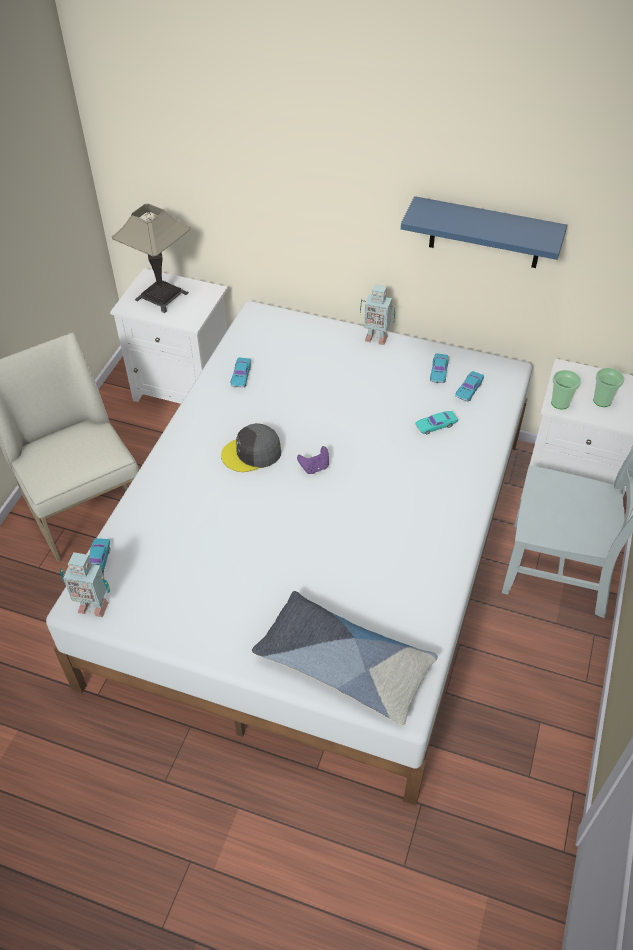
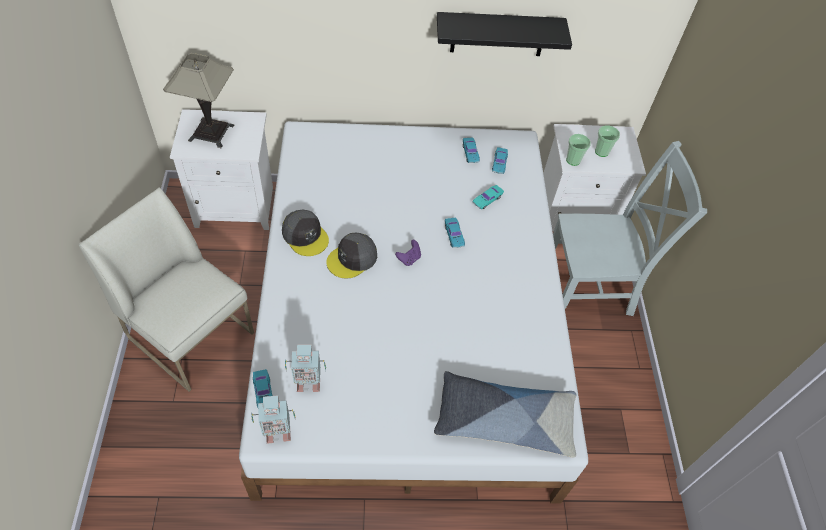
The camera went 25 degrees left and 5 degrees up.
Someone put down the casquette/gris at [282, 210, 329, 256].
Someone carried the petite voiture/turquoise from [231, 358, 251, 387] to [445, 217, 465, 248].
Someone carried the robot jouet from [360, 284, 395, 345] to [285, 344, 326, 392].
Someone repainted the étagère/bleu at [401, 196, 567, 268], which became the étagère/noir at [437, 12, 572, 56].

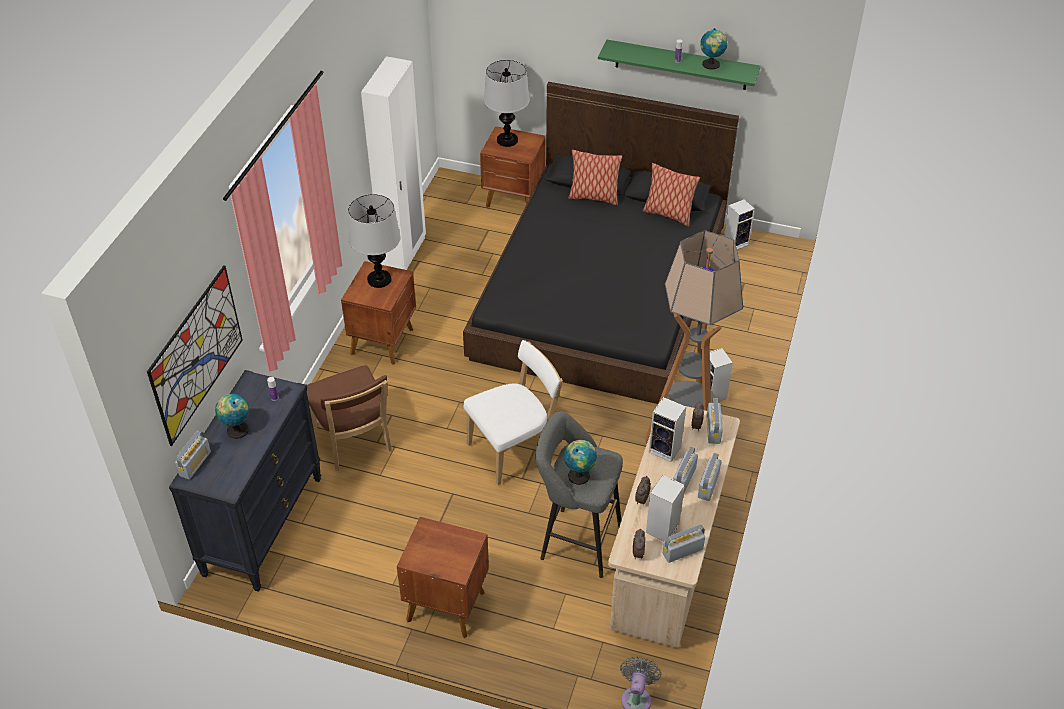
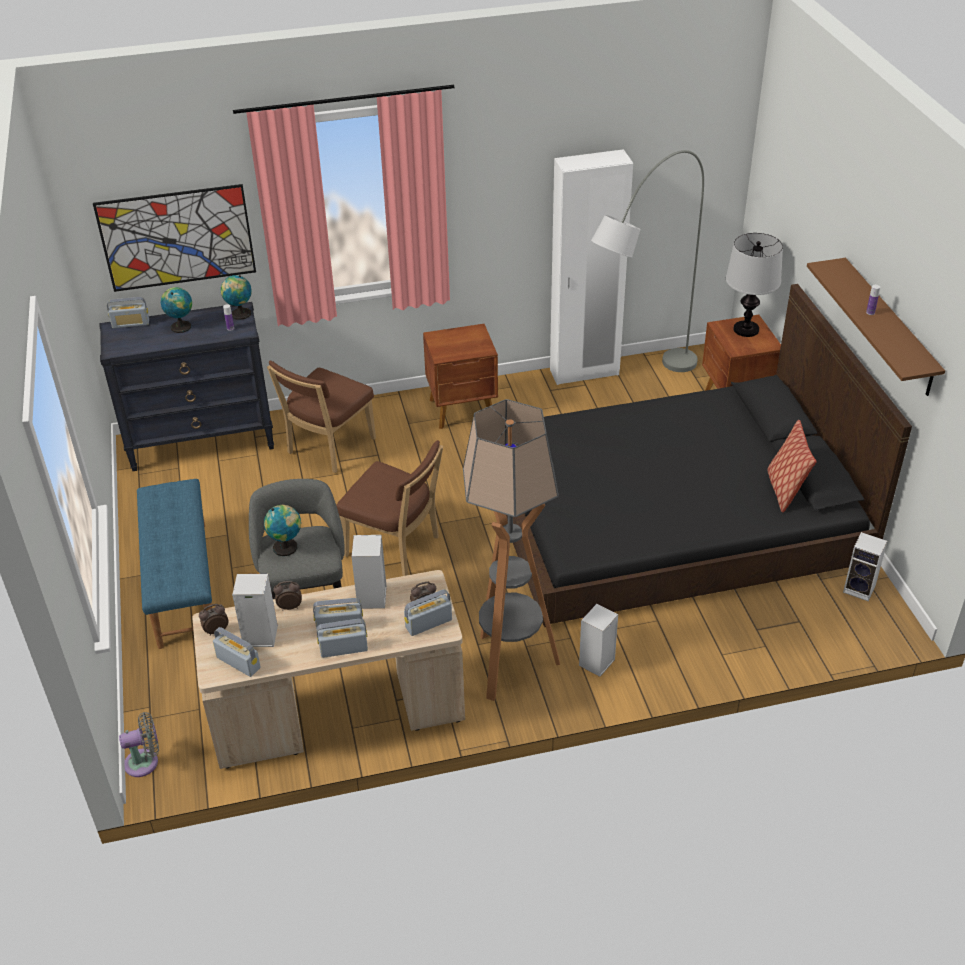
The camera went 60 degrees right and 5 degrees down.
Someone took away the lampe de table at [348, 194, 400, 288].
Someone took away the coussin at [569, 150, 622, 205].
Someone put down the lampadaire/gris at [591, 150, 704, 372].
Someone carried the globe from [700, 28, 727, 70] to [221, 275, 252, 320].
Someone swapped the table de chevet/marron at [397, 517, 489, 638] for the banc/bleu at [137, 479, 212, 649].
Someone repainted the chaise/blanc at [464, 340, 563, 485], which became the chaise/marron at [336, 440, 443, 576].
Someone repainted the étagère/vert at [598, 39, 761, 90], which became the étagère/marron at [807, 258, 945, 396].

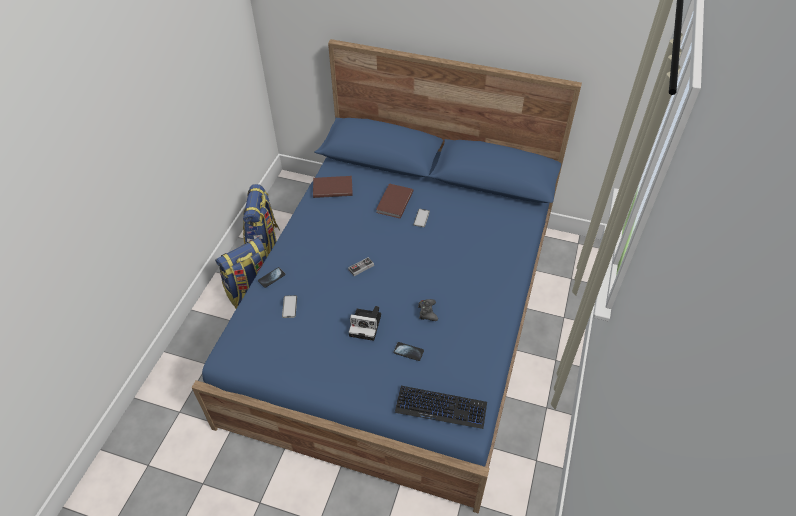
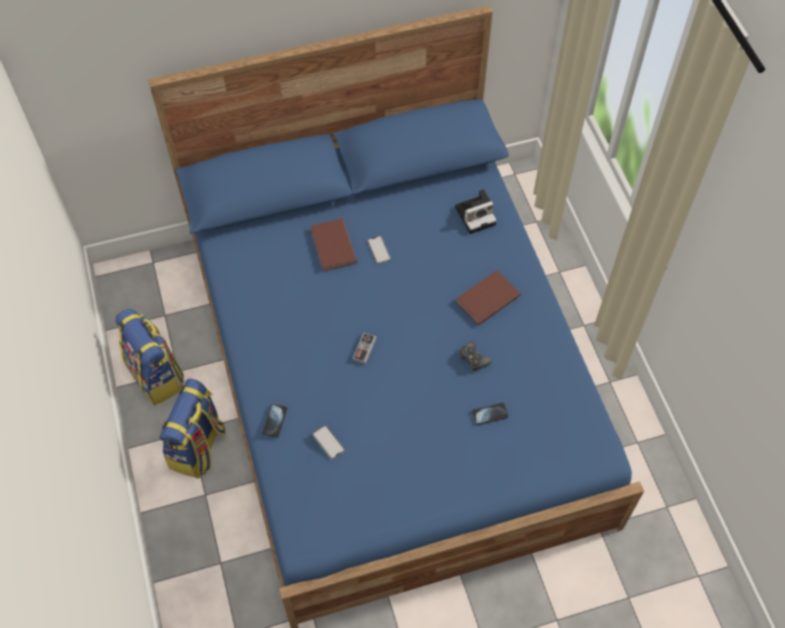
The camera went 35 degrees left and 10 degrees up.
Someone took away the clavier at [395, 386, 487, 429].
Someone carried the livre/marron from [313, 176, 353, 198] to [456, 270, 521, 325].
Someone carried the appareil photo from [348, 306, 381, 341] to [455, 189, 497, 234].

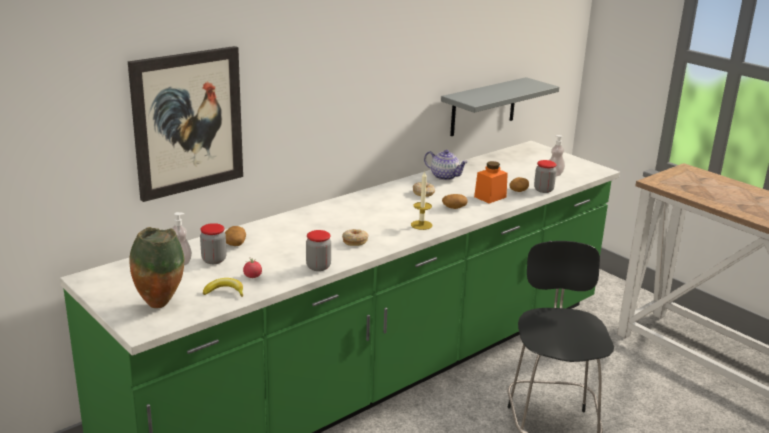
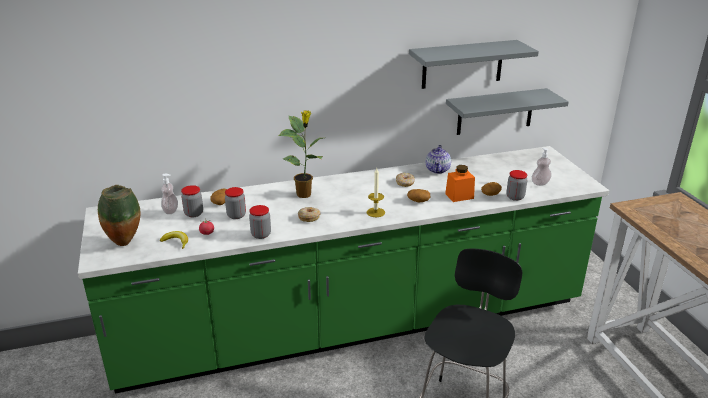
The camera went 25 degrees right and 5 degrees up.
Someone took away the tableau at [128, 46, 243, 202].
Someone put down the bocal at [225, 187, 246, 219].
Someone put down the plante en pot at [278, 110, 323, 198].
Someone put up the étagère/gris at [409, 40, 539, 89].
Someone rotated the théière at [424, 150, 468, 180] by 45 degrees clockwise.

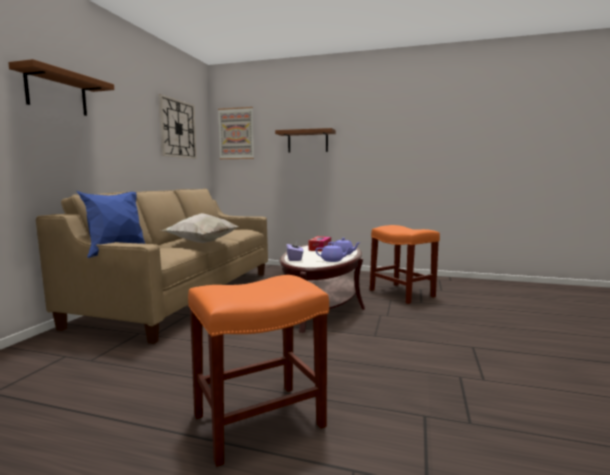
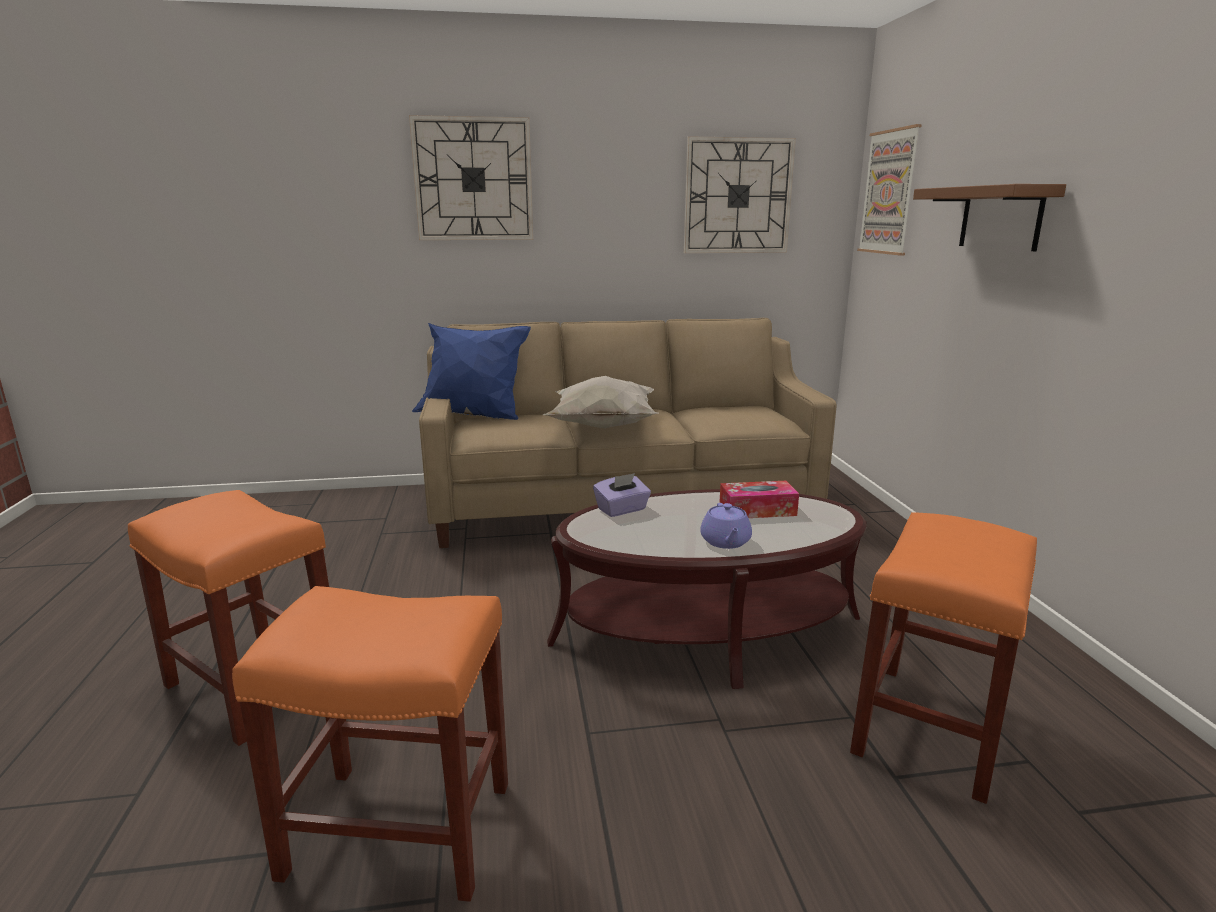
The camera went 65 degrees right and 10 degrees up.
Someone took away the théière/violet at [315, 243, 352, 262].
Someone put down the tabouret/orange at [232, 586, 508, 902].
Someone swapped the étagère/marron at [8, 59, 114, 116] for the horloge murale at [409, 115, 533, 240].

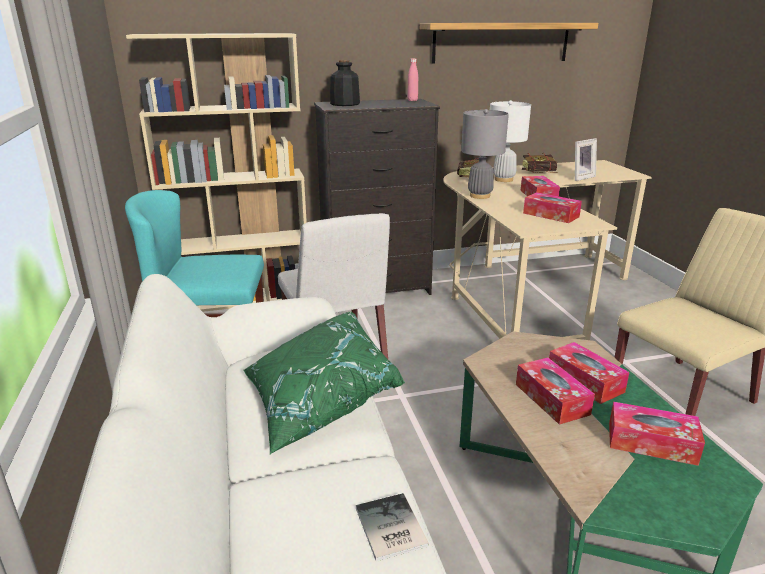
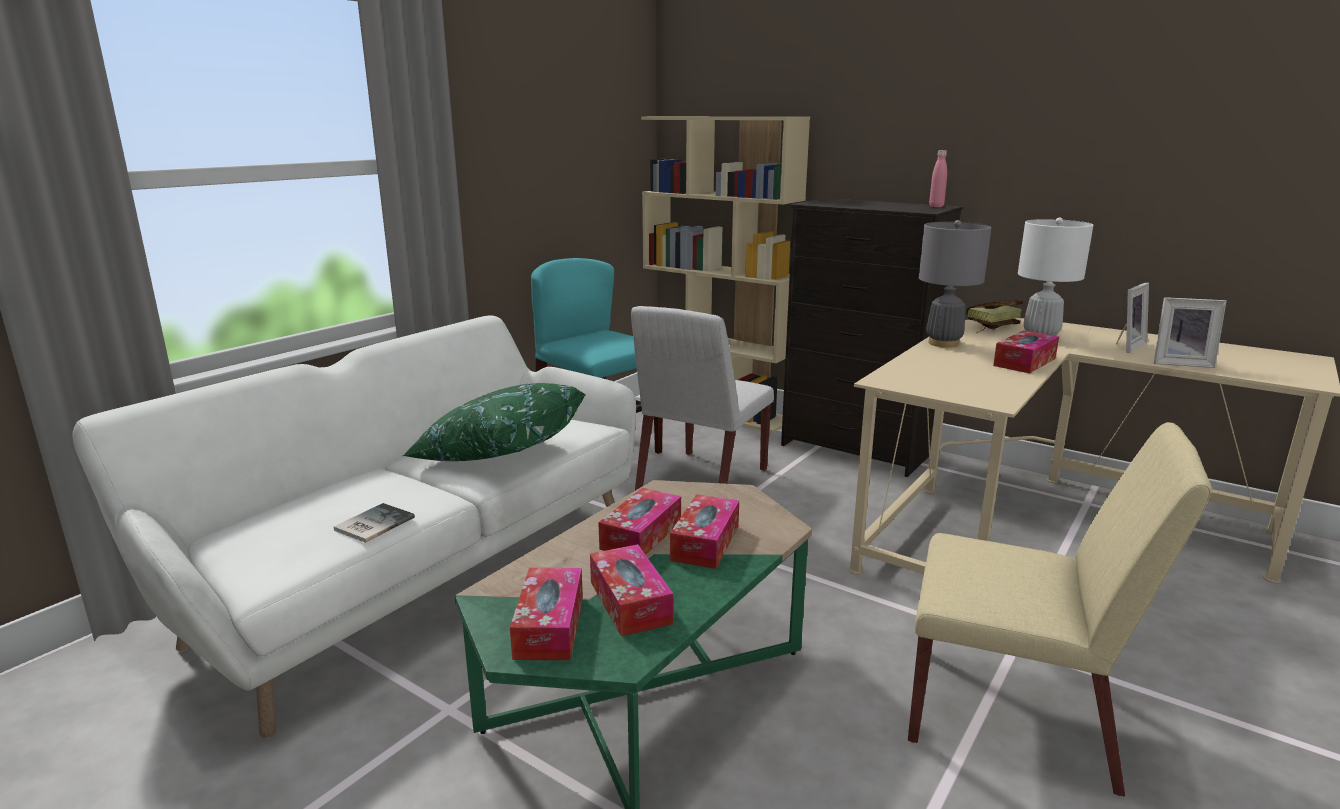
The camera went 50 degrees right and 5 degrees down.
Someone took away the bouteille at [330, 60, 360, 106].
Someone took away the étagère at [420, 23, 598, 63].
Someone carried the boîte à mouchoirs from [523, 192, 582, 223] to [510, 568, 583, 660].
Someone swapped the livre at [522, 153, 558, 173] for the cadre photo at [1116, 283, 1149, 353].

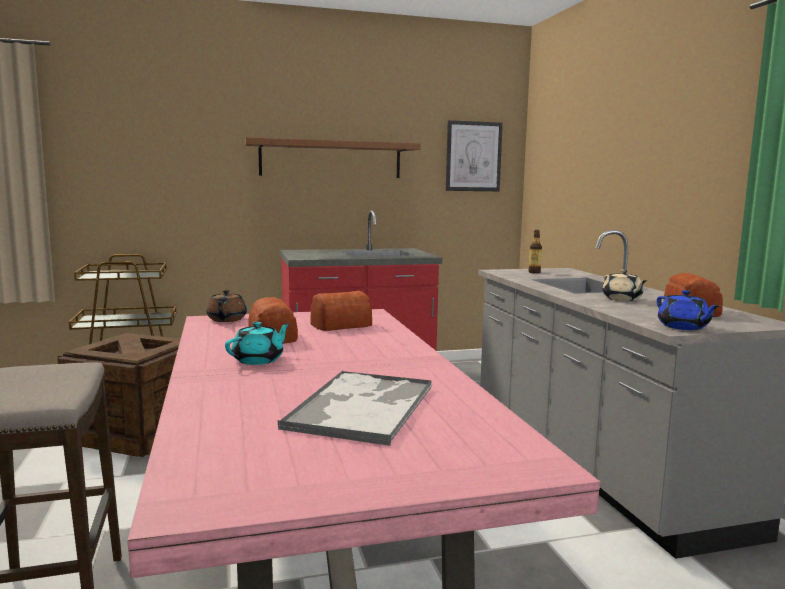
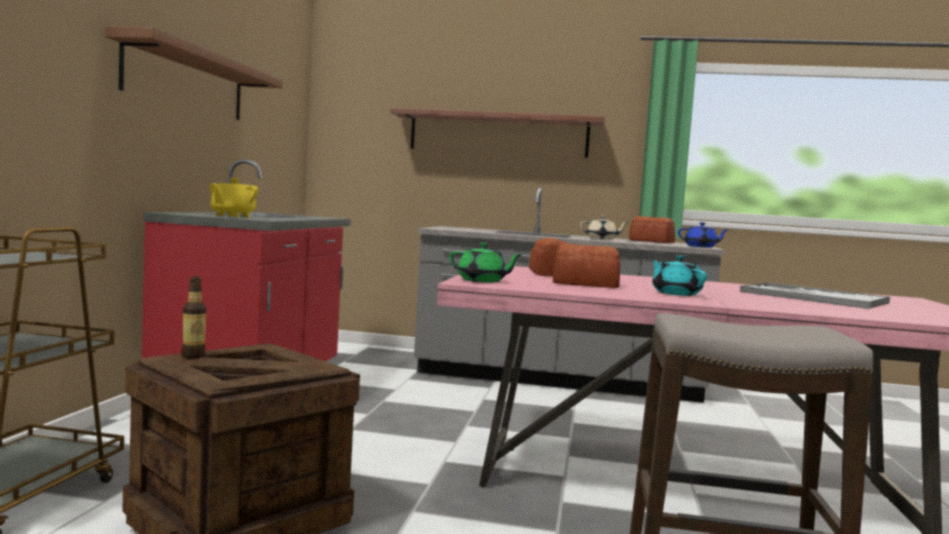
The camera went 65 degrees left and 5 degrees down.
Someone took away the tableau at [446, 120, 503, 191].
Someone put down the théière/jaune at [209, 178, 259, 217].
Someone put up the étagère at [390, 108, 605, 158].
Someone carried the bouteille from [528, 230, 542, 273] to [181, 277, 206, 359].
Someone repainted the théière/marron at [207, 289, 247, 322], which became the théière/vert at [449, 243, 523, 282].

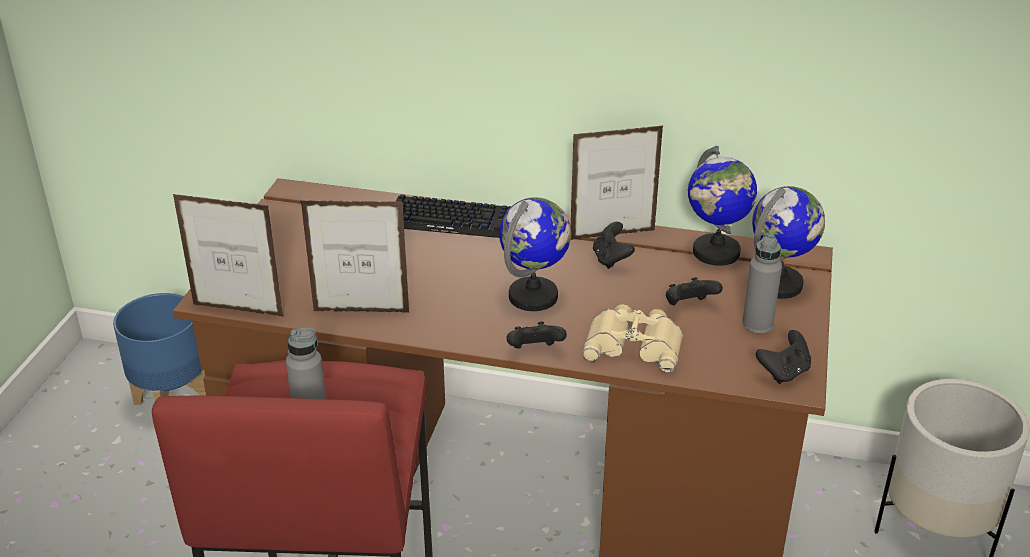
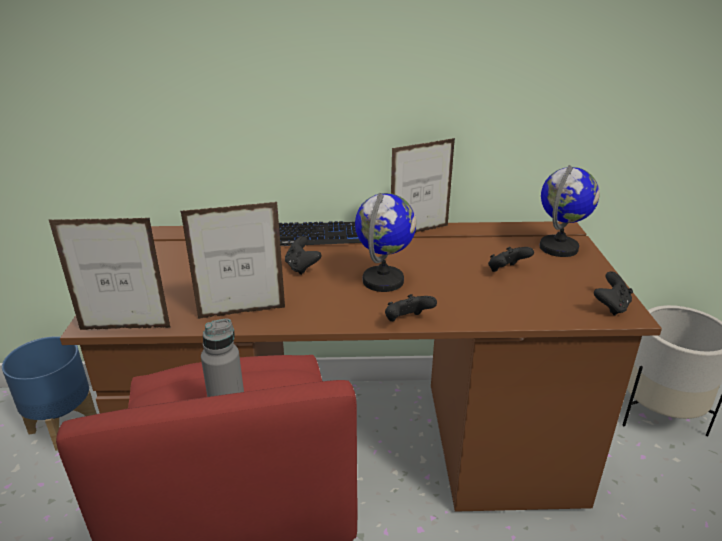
The camera went 15 degrees left and 5 degrees down.
Someone took away the jumelles/beige at [582, 304, 683, 373].
Someone took away the globe at [688, 146, 757, 266].
Someone took away the bouteille/gris at [742, 234, 782, 333].
Someone carried the manette/noir from [593, 222, 635, 269] to [285, 236, 321, 275].

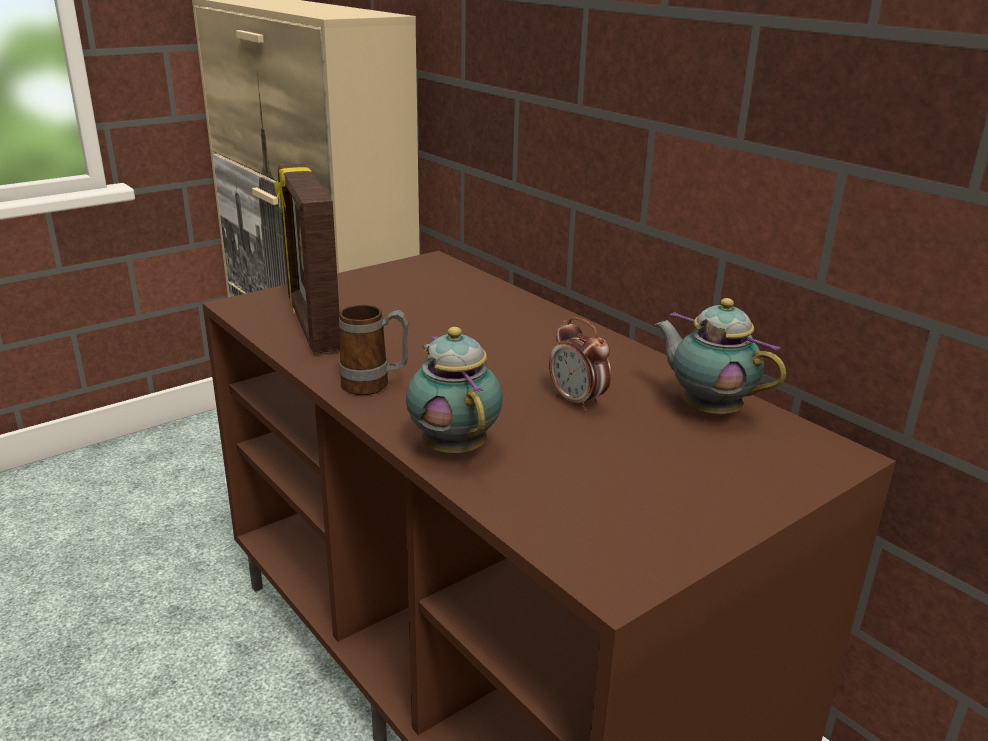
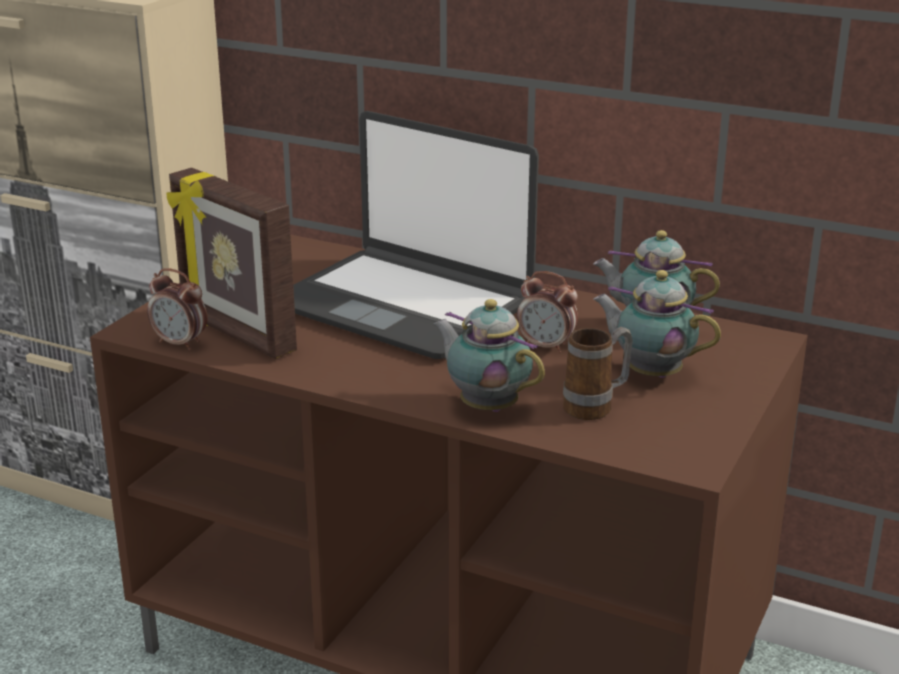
The camera went 25 degrees left and 0 degrees up.
Someone put down the réveil at [147, 268, 208, 350].
Someone put down the ordinateur portable at [293, 111, 539, 359].
Someone put down the théière at [593, 270, 721, 378].
Someone carried the mug from [339, 305, 408, 395] to [563, 327, 633, 420].

